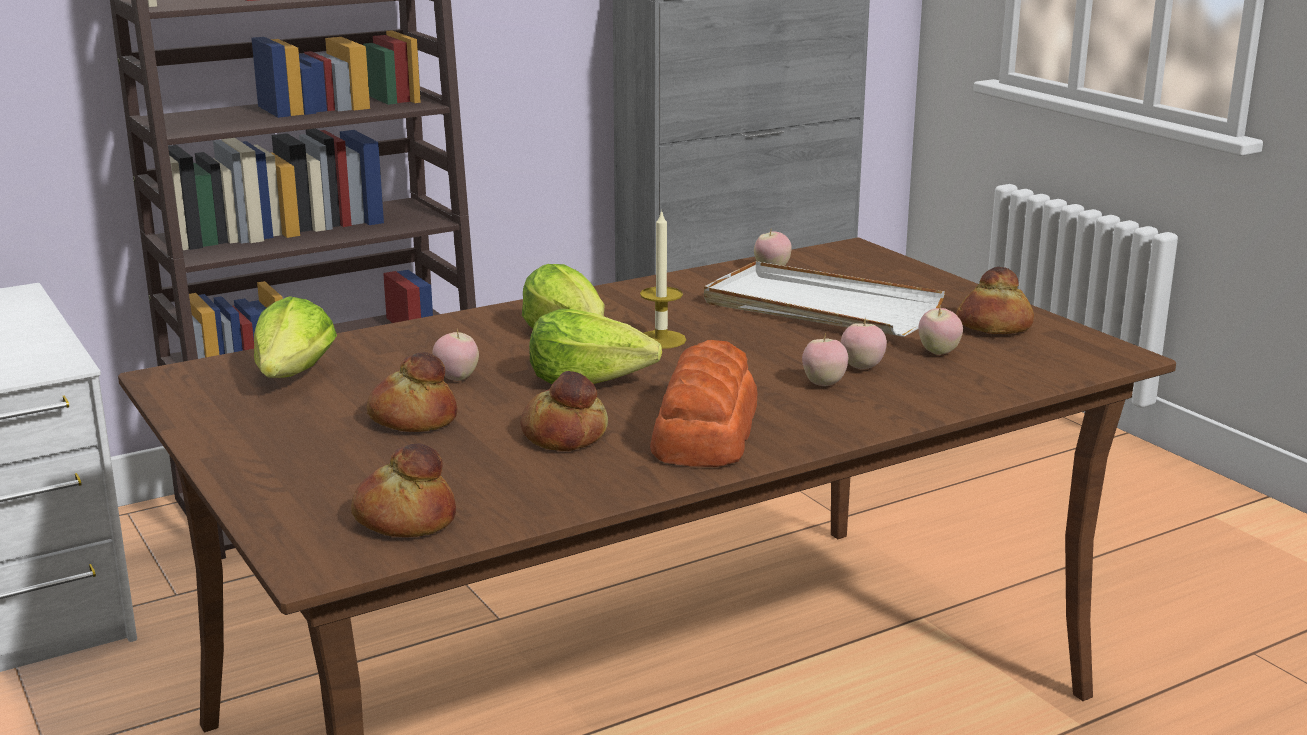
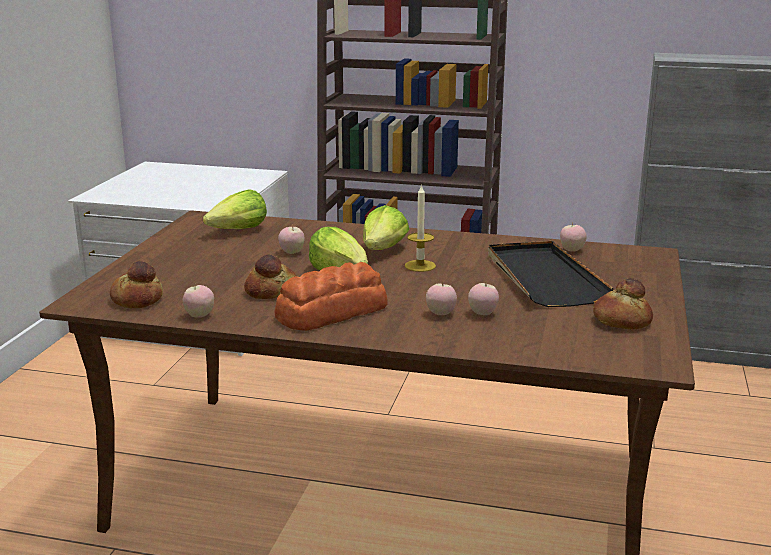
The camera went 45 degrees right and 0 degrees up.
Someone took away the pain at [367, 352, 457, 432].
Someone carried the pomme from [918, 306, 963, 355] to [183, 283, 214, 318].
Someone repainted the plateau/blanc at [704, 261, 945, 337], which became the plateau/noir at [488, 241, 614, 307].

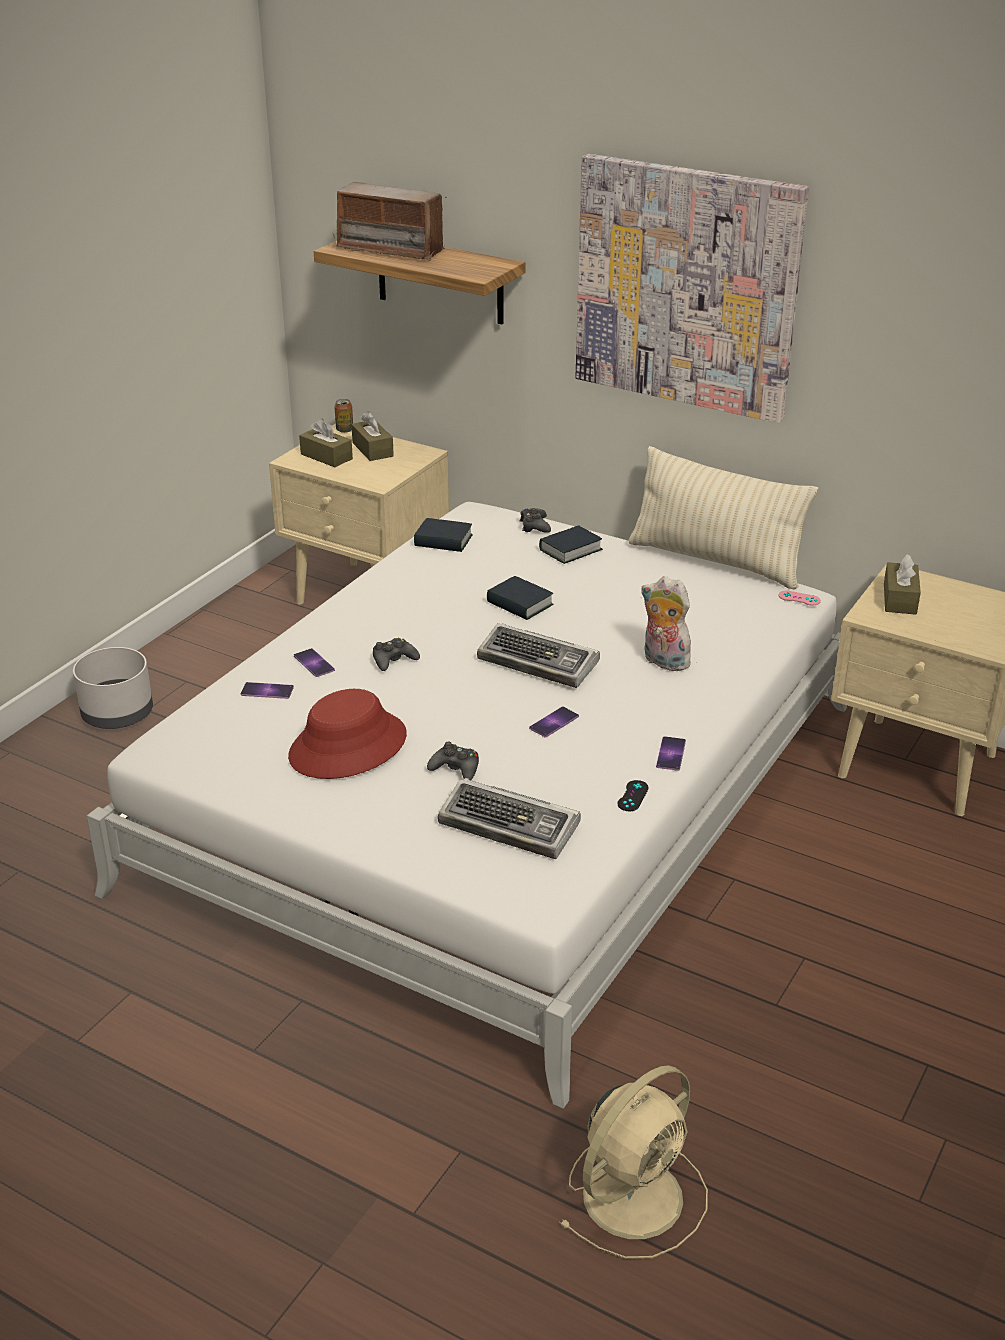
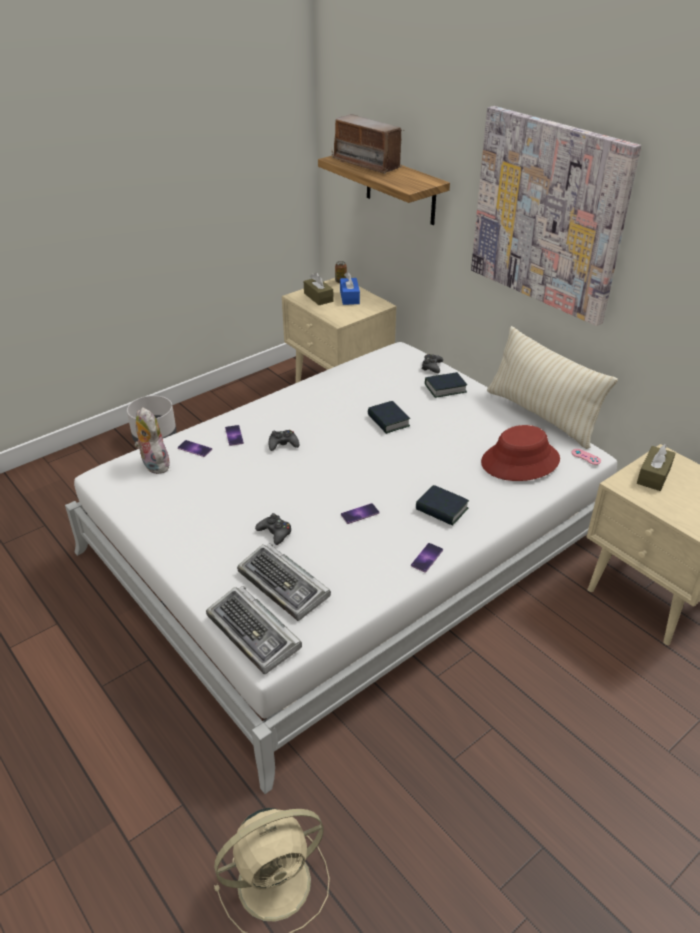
The camera went 20 degrees right and 5 degrees up.
Someone took away the manette/noir at [617, 780, 649, 811].
Someone carried the chapeau/rouge from [288, 689, 407, 779] to [481, 425, 560, 481].
Someone carried the livre from [414, 518, 473, 552] to [416, 485, 469, 526].
Someone carried the clavier from [477, 623, 600, 688] to [206, 586, 302, 674].
Someone carried the peluche from [641, 576, 695, 671] to [135, 407, 170, 474].
Someone repainted the boîte à mouchoirs/marron at [351, 411, 394, 461], which became the boîte à mouchoirs/bleu at [340, 272, 360, 305].

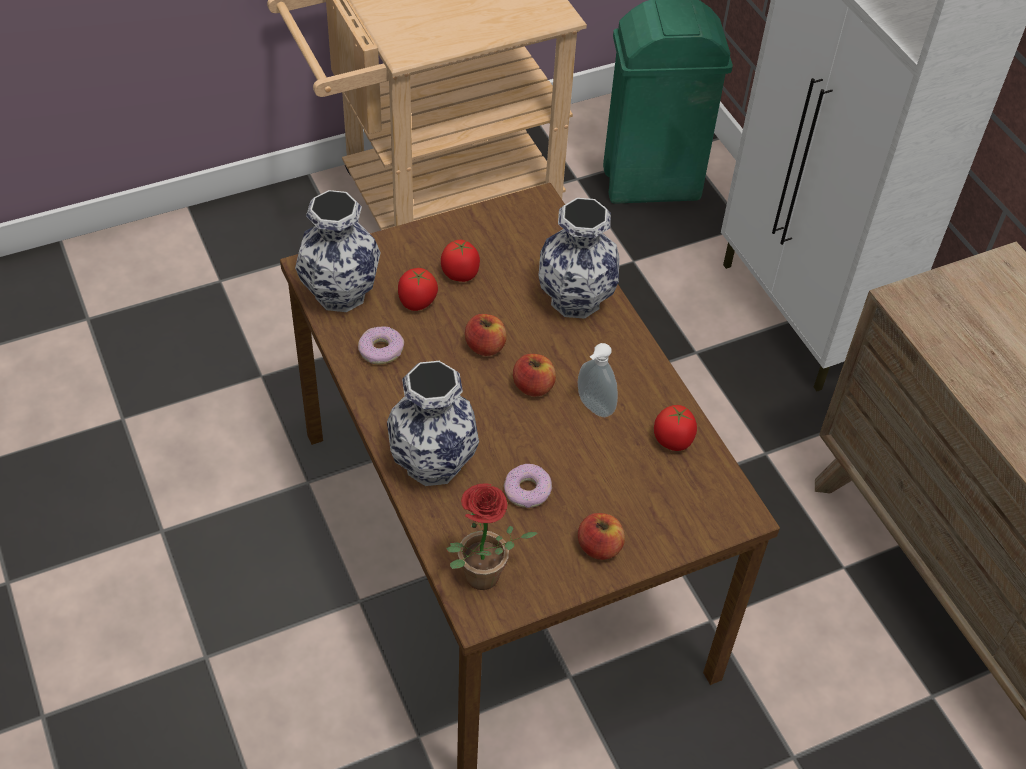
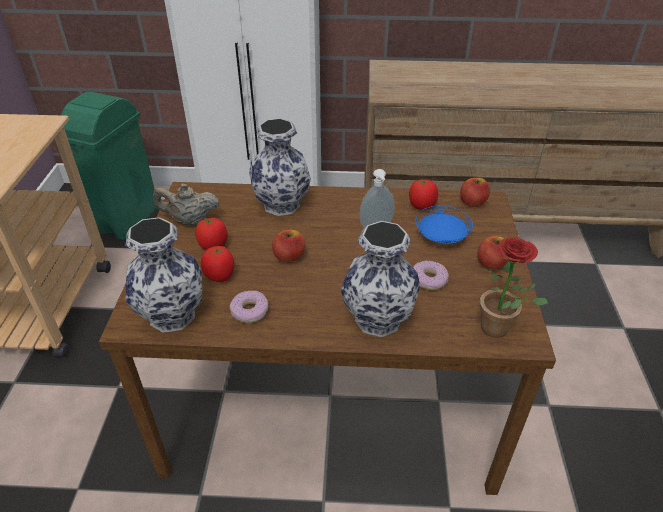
The camera went 60 degrees left and 10 degrees down.
Someone put down the théière/beige at [153, 184, 219, 225].
Someone put down the assiette/bleu at [415, 206, 473, 244].
Someone carried the pomme from [513, 354, 556, 396] to [460, 178, 490, 207].

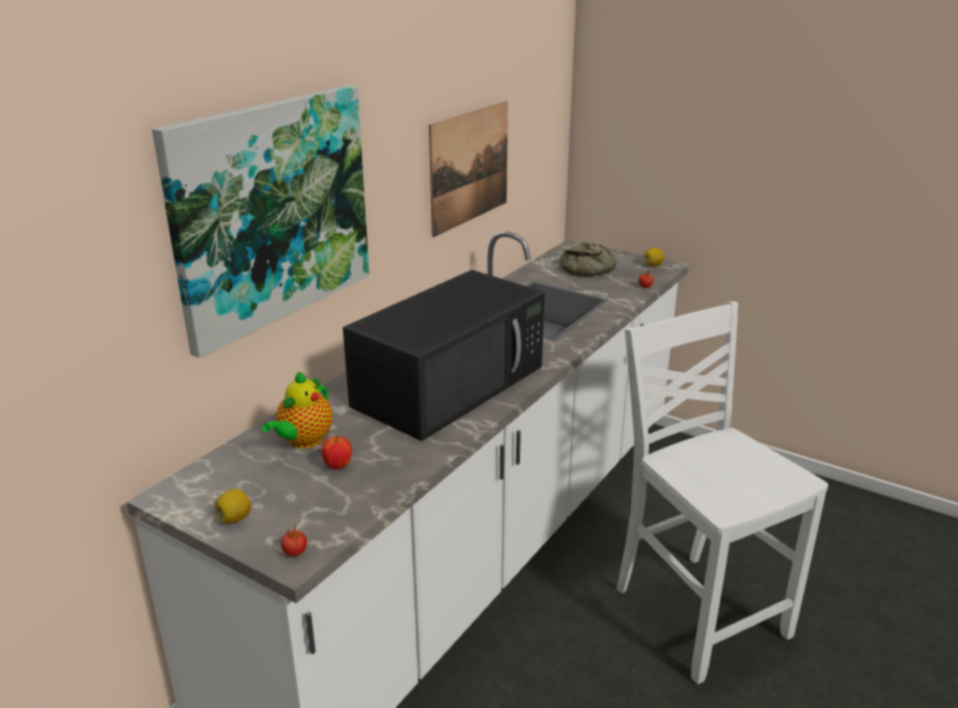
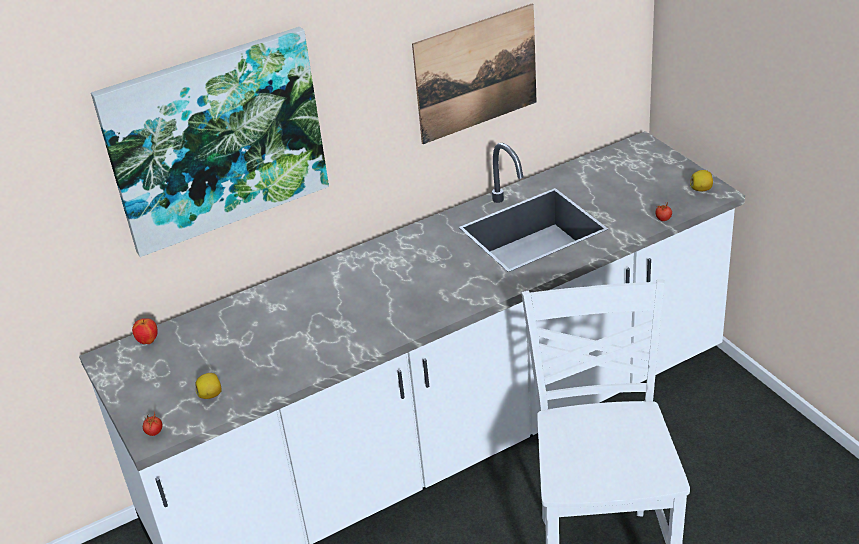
The camera went 30 degrees right and 10 degrees up.
Someone took away the théière at [262, 372, 333, 449].
Someone took away the micro-ondes/noir at [343, 270, 545, 441].
Someone took away the pain at [560, 242, 616, 276].
Someone carried the citron from [215, 489, 251, 524] to [196, 373, 222, 399].
Someone carried the pomme from [321, 435, 352, 470] to [132, 318, 158, 344].

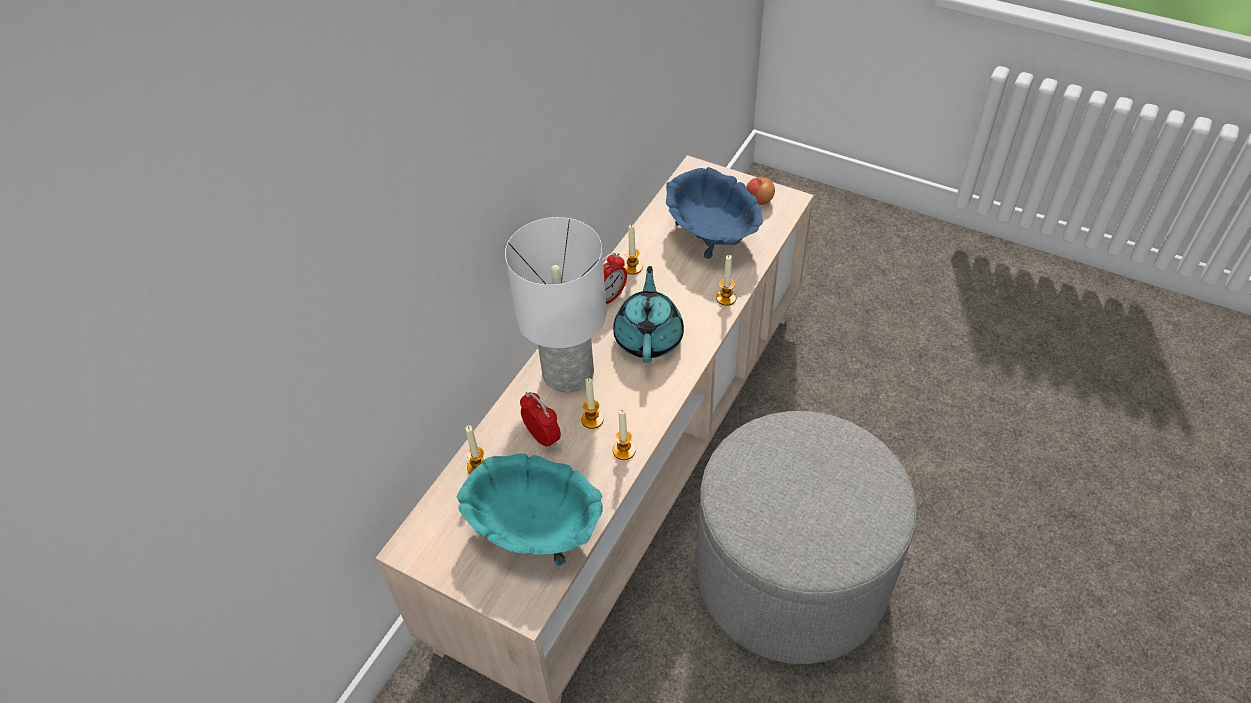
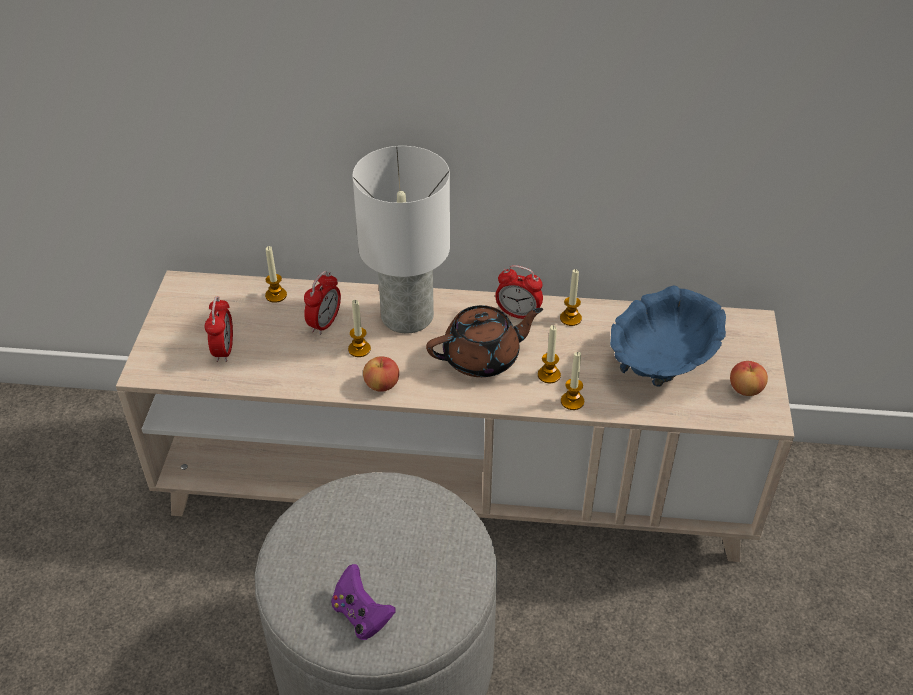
The camera went 65 degrees right and 5 degrees down.
Someone put down the manette/violet at [331, 564, 396, 640].
Someone put down the pomme at [363, 356, 399, 392].
Someone carried the bougie from [613, 409, 636, 460] to [538, 325, 561, 383].
Someone swapped the bol/turquoise at [457, 454, 603, 566] for the réveil at [205, 296, 233, 362].
Someone repainted the théière/turquoise at [613, 266, 684, 363], which became the théière/marron at [426, 305, 543, 377].

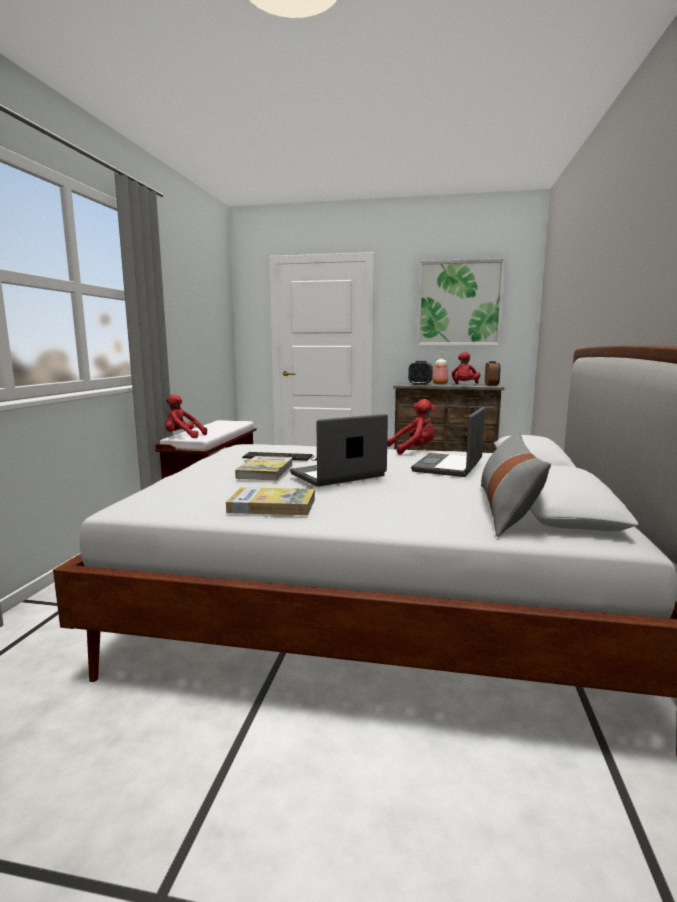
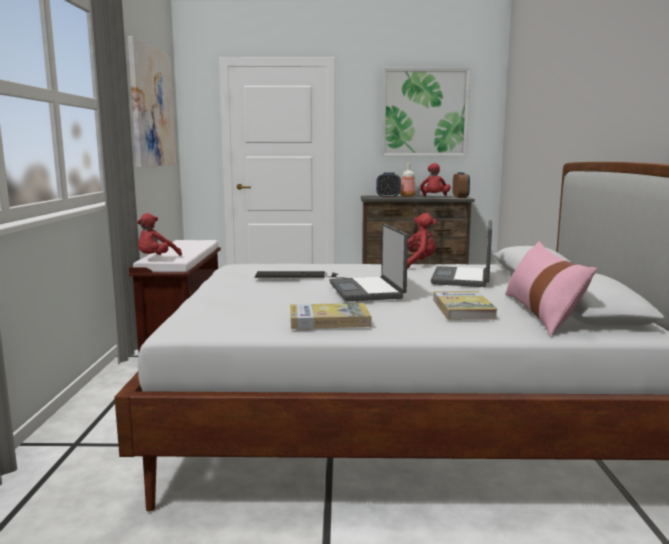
The camera went 10 degrees left and 0 degrees up.
Someone put up the tableau at [128, 36, 176, 168].
Someone carried the livre from [235, 456, 293, 480] to [433, 291, 498, 320].
Someone repainted the coussin/gris at [481, 431, 551, 537], which became the coussin/rose at [505, 242, 597, 335].
Someone rotated the peluche/rouge at [166, 394, 207, 438] by 60 degrees counterclockwise.
Someone rotated the ordinateur portable at [290, 414, 388, 487] by 60 degrees counterclockwise.

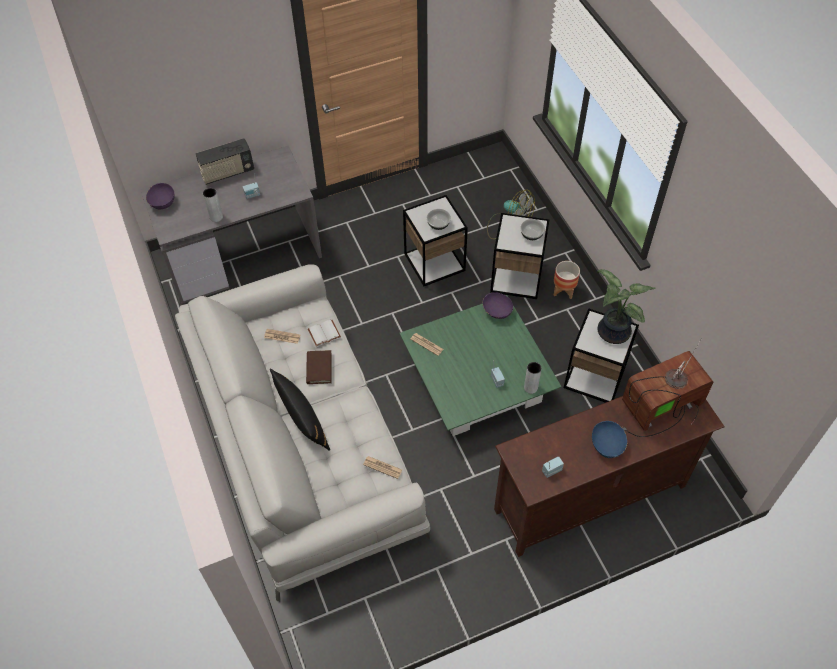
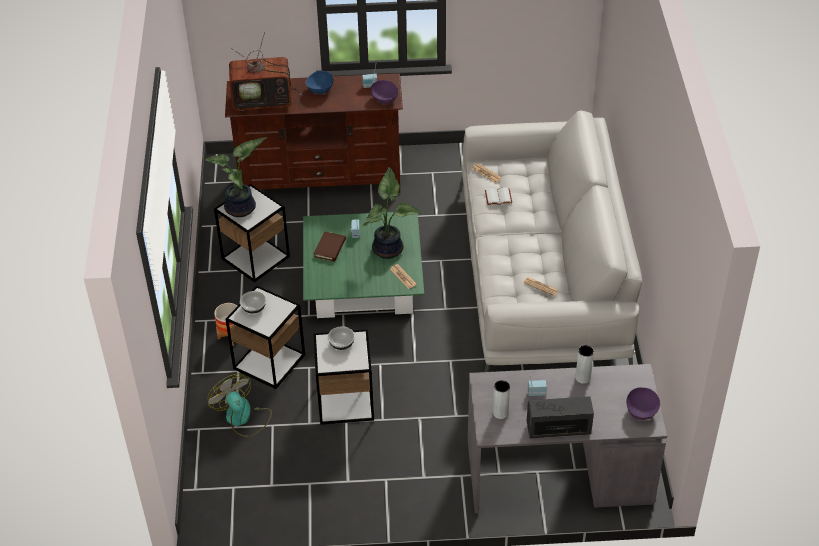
The camera went 160 degrees left and 10 degrees down.
Someone took away the coussin/noir at [270, 368, 330, 451].
Someone put down the plante en pot at [362, 167, 421, 259].
Someone carried the livre/marron from [306, 350, 332, 384] to [314, 231, 346, 262].
Someone carried the livre/blanc from [308, 320, 341, 346] to [485, 187, 512, 205].
Someone carried the bol/violet from [483, 292, 513, 319] to [371, 80, 399, 104].
Someone carried the vase/gris from [524, 362, 542, 394] to [493, 380, 510, 419].

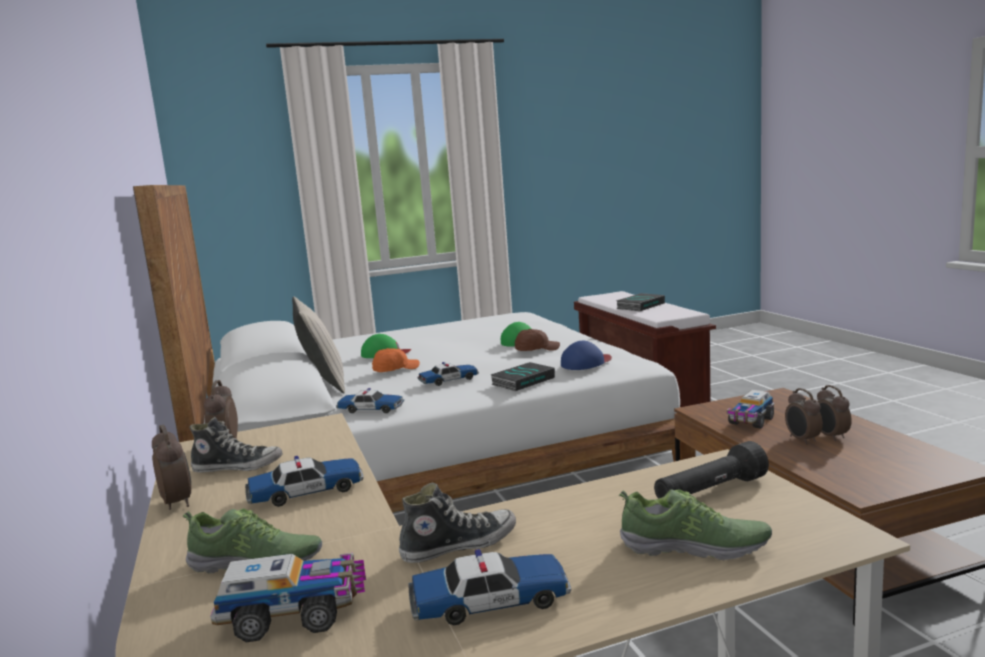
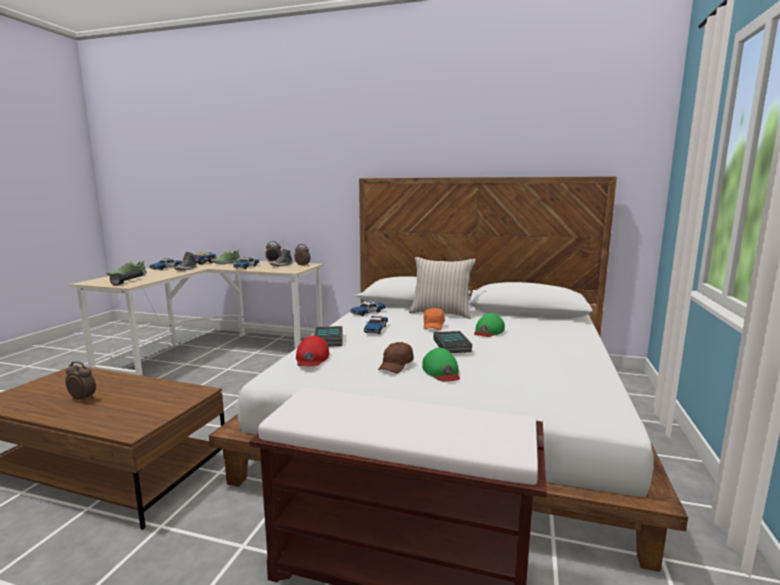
The camera went 125 degrees right and 0 degrees up.
Someone took away the camion jouet at [727, 390, 774, 429].
Someone took away the réveil at [785, 388, 823, 445].
Someone carried the livre from [616, 293, 665, 311] to [433, 331, 473, 353].
Someone repainted the casquette/bleu at [561, 341, 612, 370], which became the casquette/rouge at [296, 336, 329, 367].

